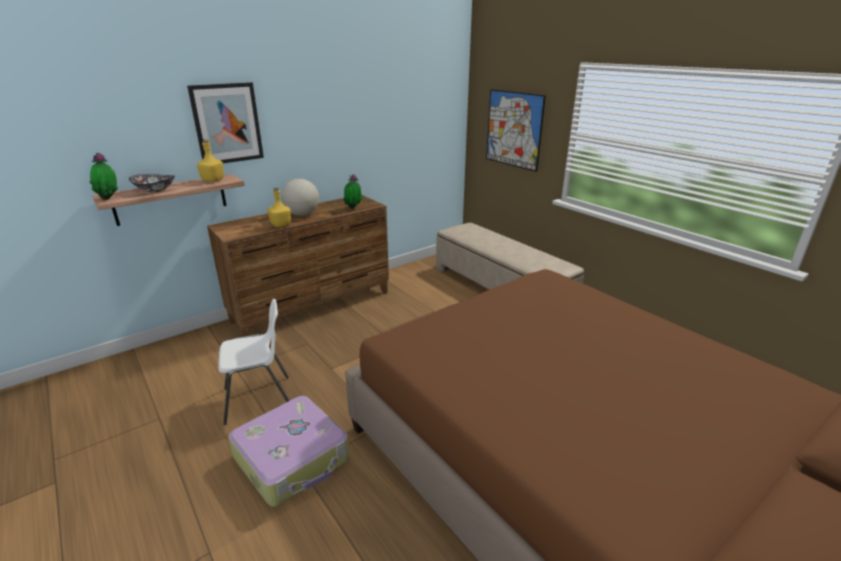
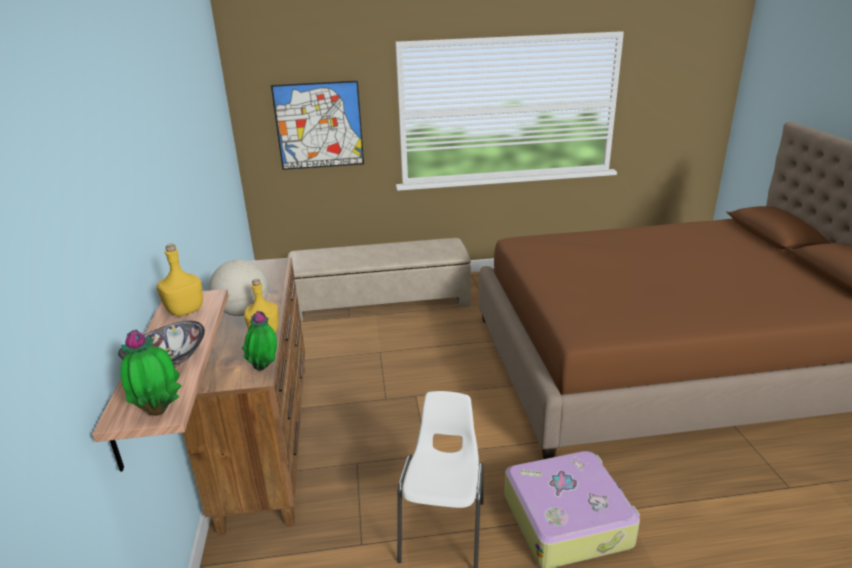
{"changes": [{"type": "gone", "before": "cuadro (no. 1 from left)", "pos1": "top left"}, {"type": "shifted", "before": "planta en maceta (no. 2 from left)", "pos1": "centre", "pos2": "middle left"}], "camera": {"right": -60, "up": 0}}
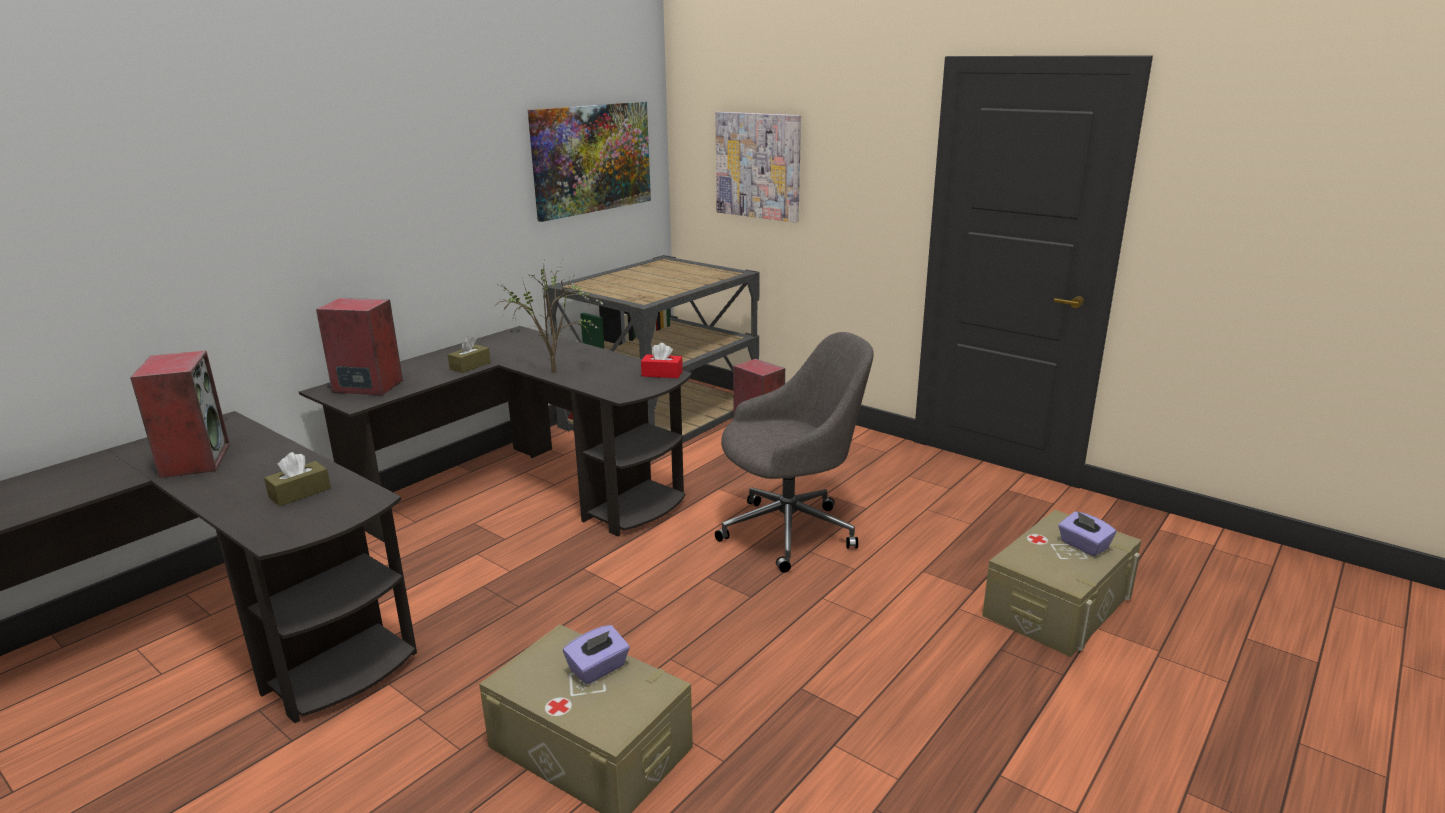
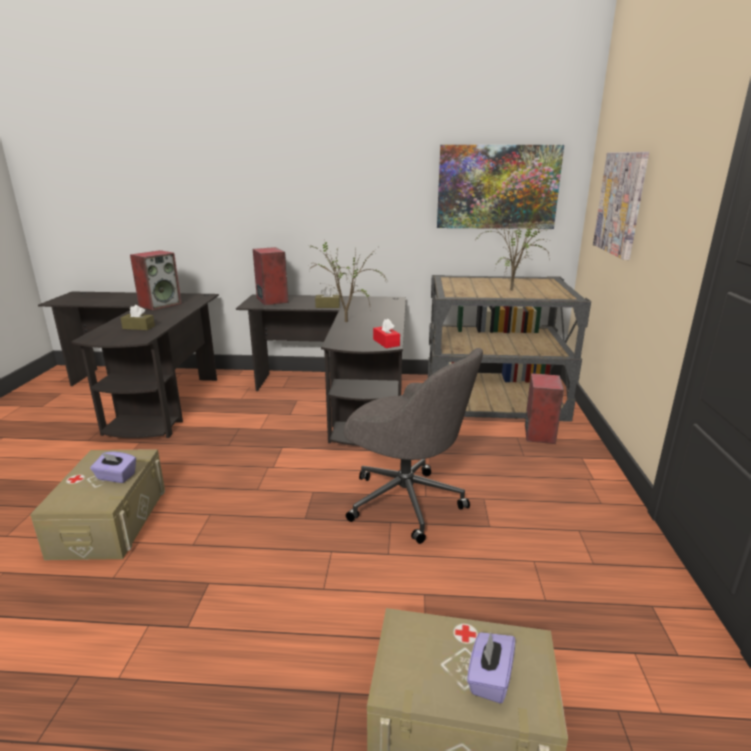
{"changes": [{"type": "new", "after": "planta en maceta (no. 2 from left)", "pos2": "top right"}], "camera": {"right": 55, "up": 0}}
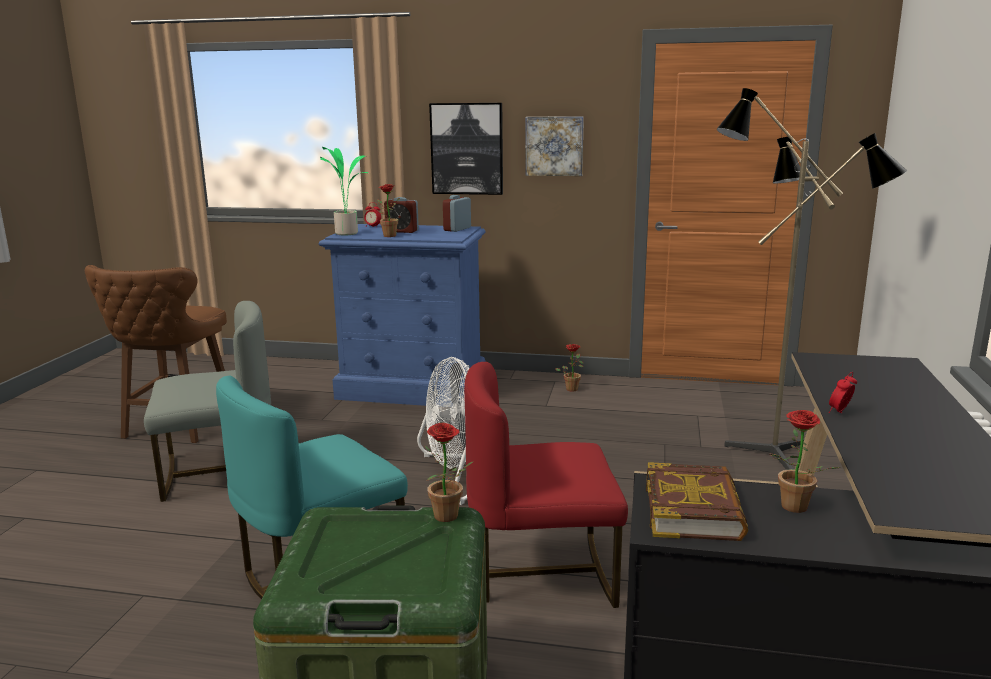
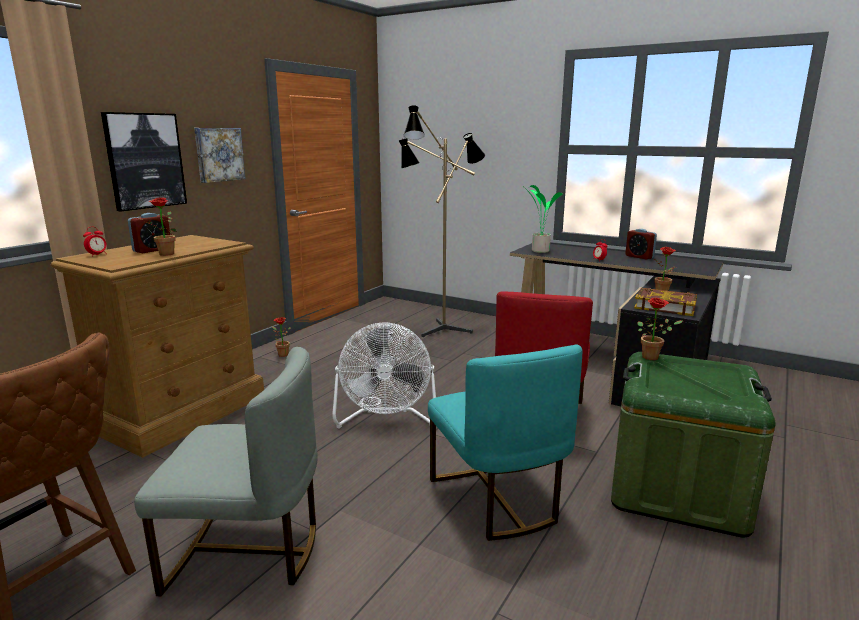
{"changes": [{"type": "shifted", "before": "planta en maceta (no. 1 from left in the first image)", "after": "planta en maceta (no. 3 from left)", "pos1": "top centre", "pos2": "centre"}, {"type": "shifted", "before": "despertador (no. 3 from left in the first image)", "after": "despertador (no. 4 from left)", "pos1": "top centre", "pos2": "middle right"}, {"type": "repainted", "before": "cómoda/azul", "after": "cómoda/marrón", "pos1": "centre", "pos2": "middle left"}, {"type": "rotated", "before": "silla/gris", "pos1": "middle left", "pos2": "bottom left", "turn": 90}], "camera": {"right": -70, "up": 0}}
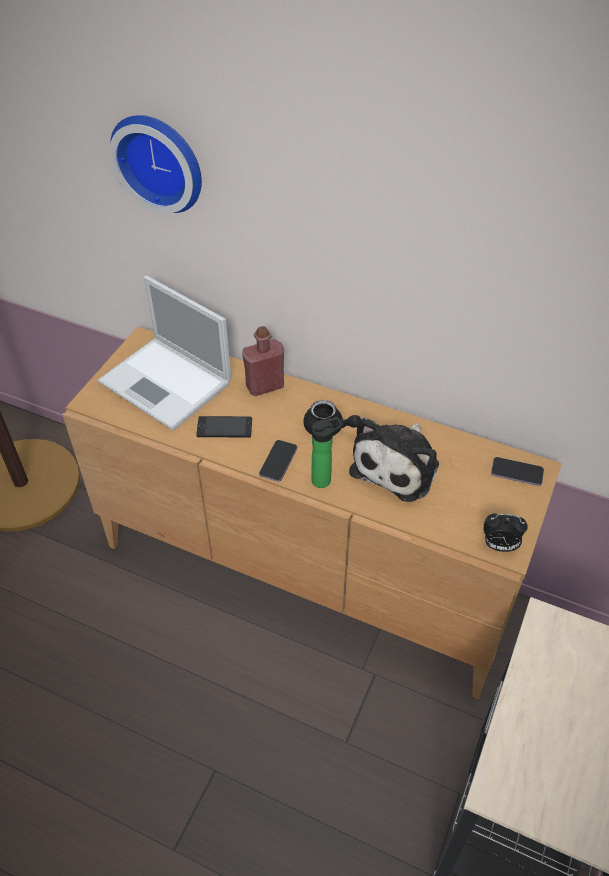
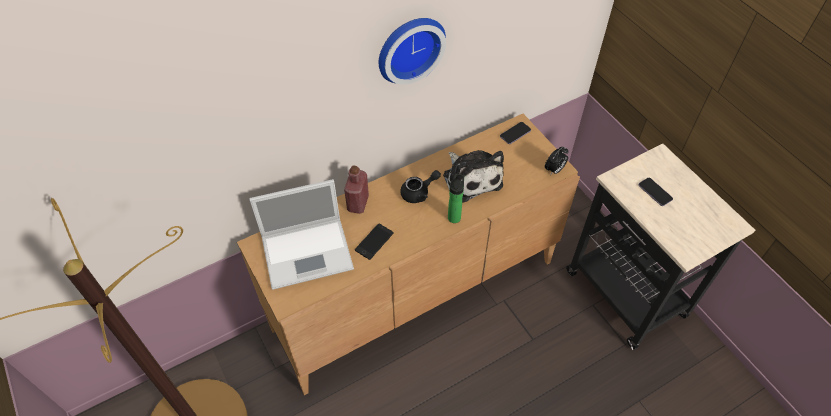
{"changes": [{"type": "shifted", "before": "reloj de pared", "pos1": "top left", "pos2": "top centre"}, {"type": "shifted", "before": "móvil (no. 2 from left in the first image)", "after": "móvil (no. 3 from left)", "pos1": "centre", "pos2": "middle right"}], "camera": {"right": -55, "up": 5}}
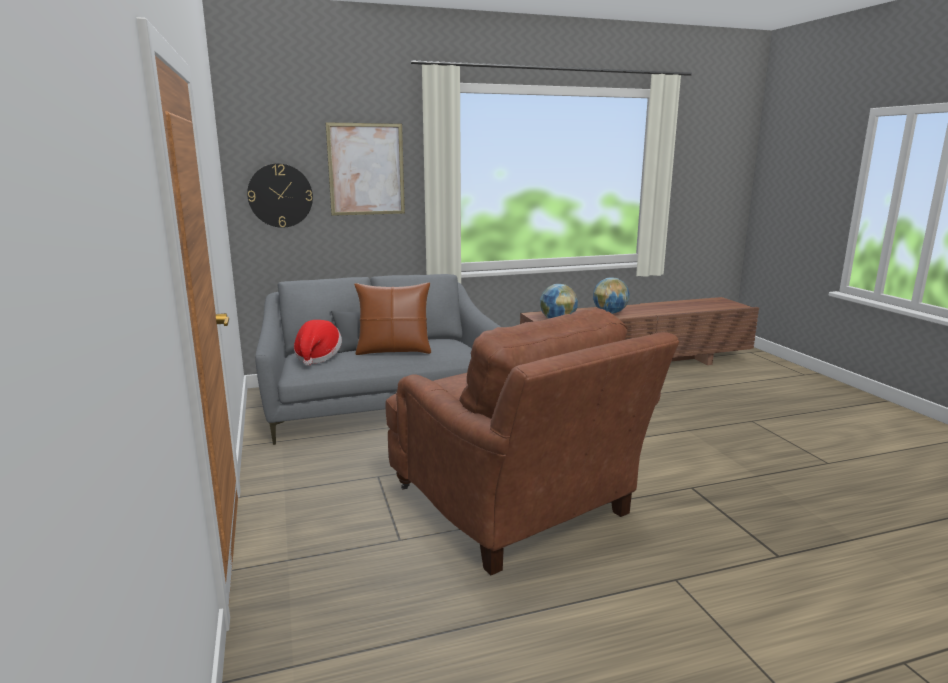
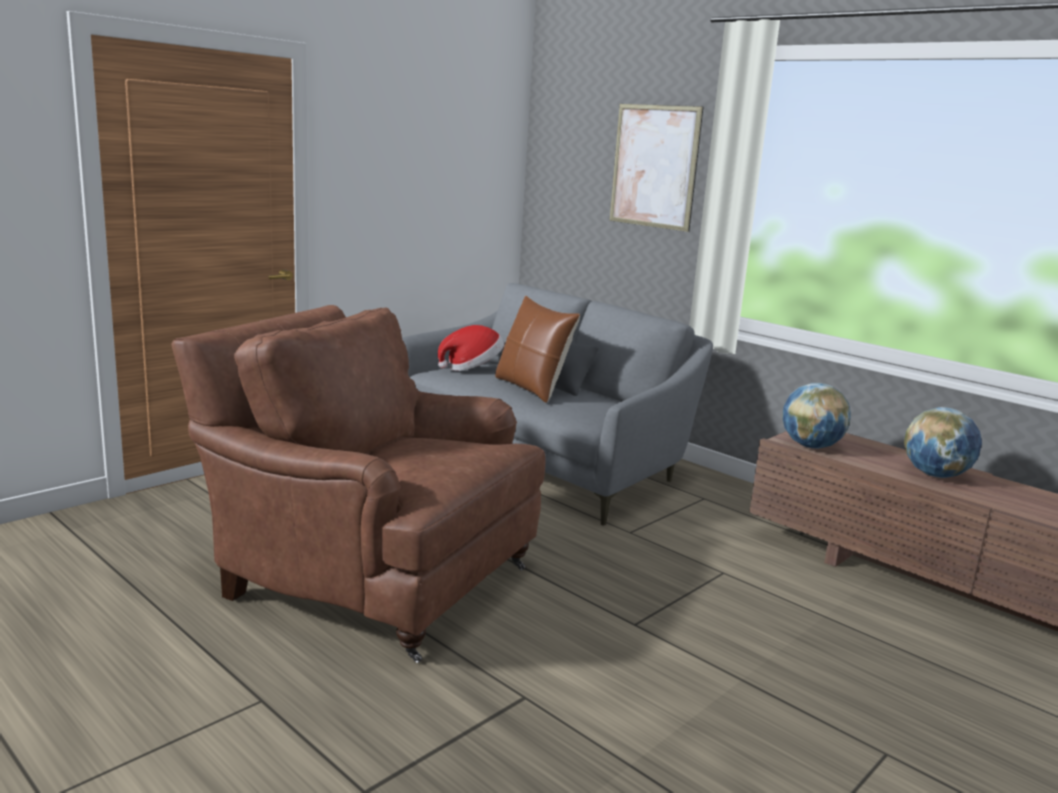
{"changes": [{"type": "gone", "before": "reloj de pared", "pos1": "top left"}, {"type": "rotated", "before": "sillón/marrón", "pos1": "centre", "pos2": "centre", "turn": 90}], "camera": {"right": 60, "up": 0}}
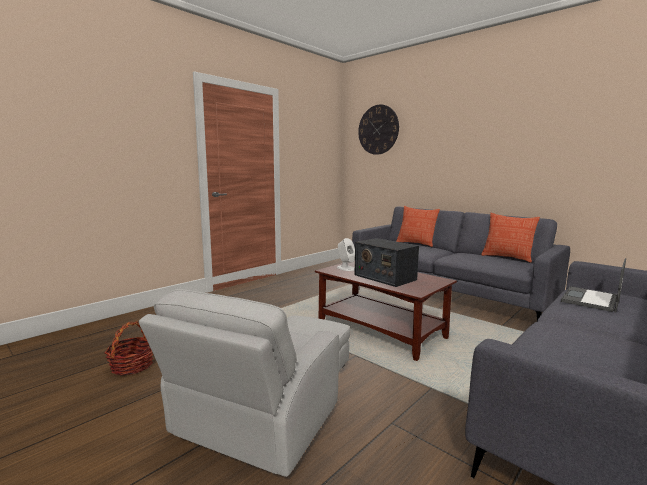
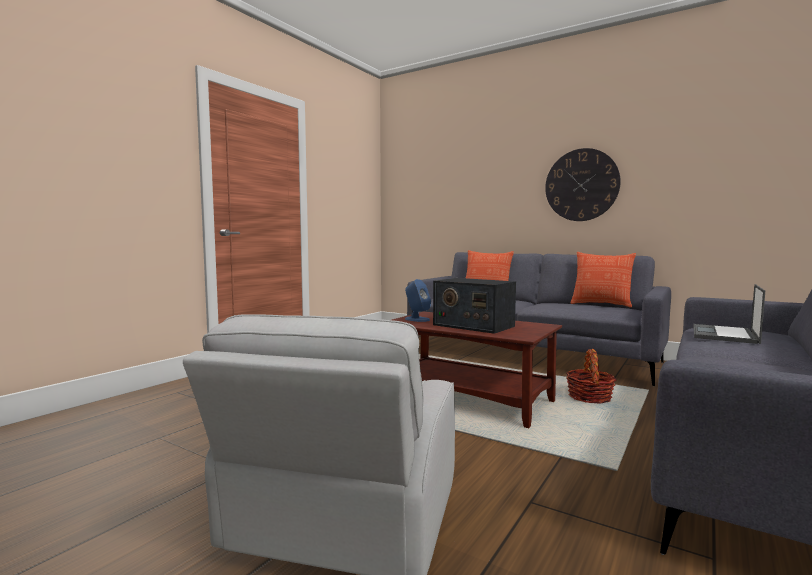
{"changes": [{"type": "shifted", "before": "reloj de pared", "pos1": "top centre", "pos2": "top right"}, {"type": "repainted", "before": "altavoz/blanco", "after": "altavoz/azul", "pos1": "centre", "pos2": "centre"}, {"type": "shifted", "before": "cesta", "pos1": "bottom left", "pos2": "middle right"}], "camera": {"right": -10, "up": -5}}
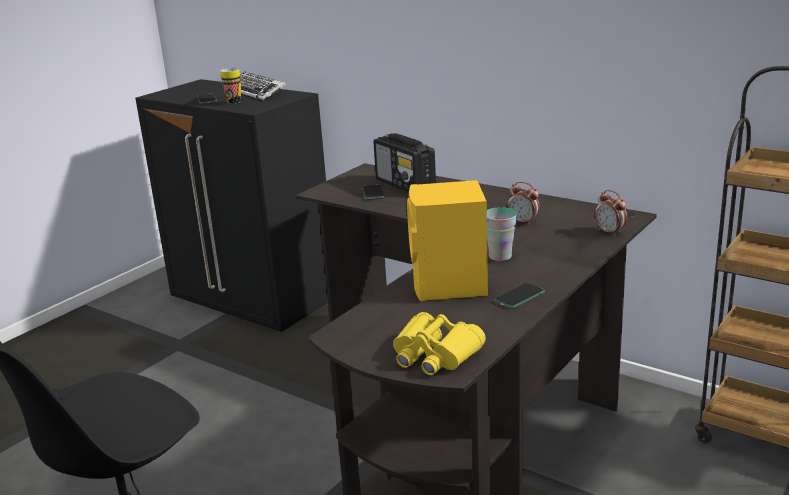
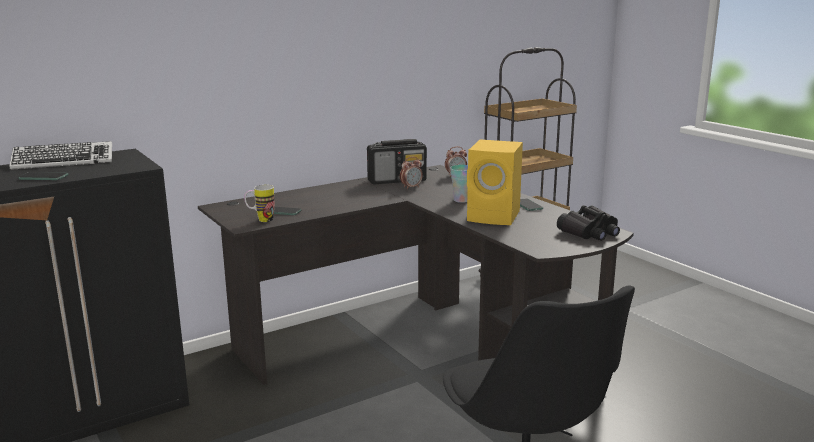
{"changes": [{"type": "shifted", "before": "taza grande", "pos1": "top left", "pos2": "middle left"}, {"type": "shifted", "before": "radio", "pos1": "top centre", "pos2": "centre"}, {"type": "repainted", "before": "prismáticos/amarillo", "after": "prismáticos/negro", "pos1": "bottom centre", "pos2": "middle right"}], "camera": {"right": -70, "up": -5}}
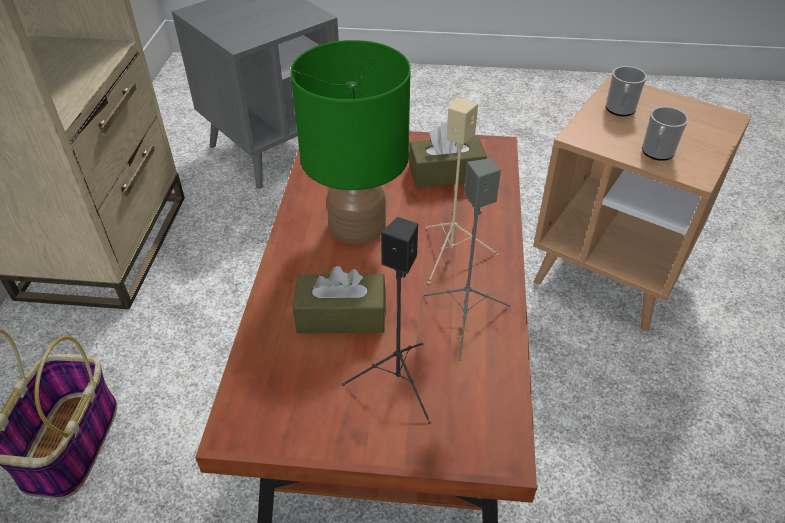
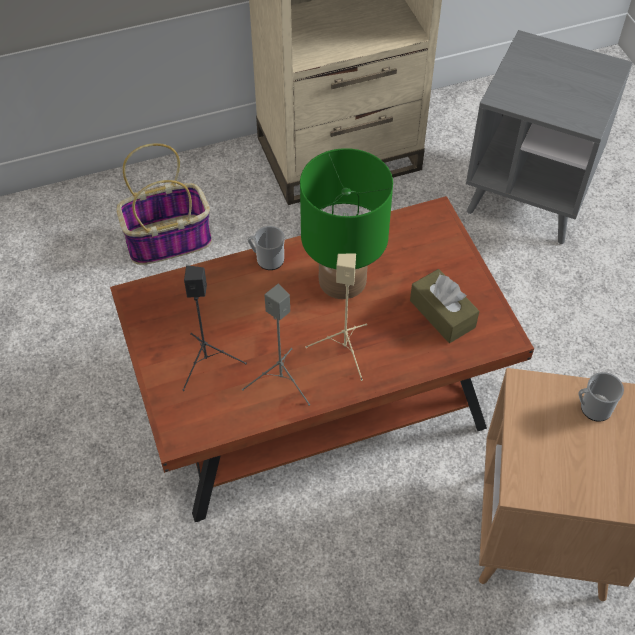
{"changes": [{"type": "shifted", "before": "taza grande (no. 2 from left in the first image)", "after": "taza grande (no. 1 from left)", "pos1": "top right", "pos2": "centre"}, {"type": "gone", "before": "caja de pañuelos/marrón (no. 1 from left)", "pos1": "centre"}], "camera": {"right": 65, "up": 10}}
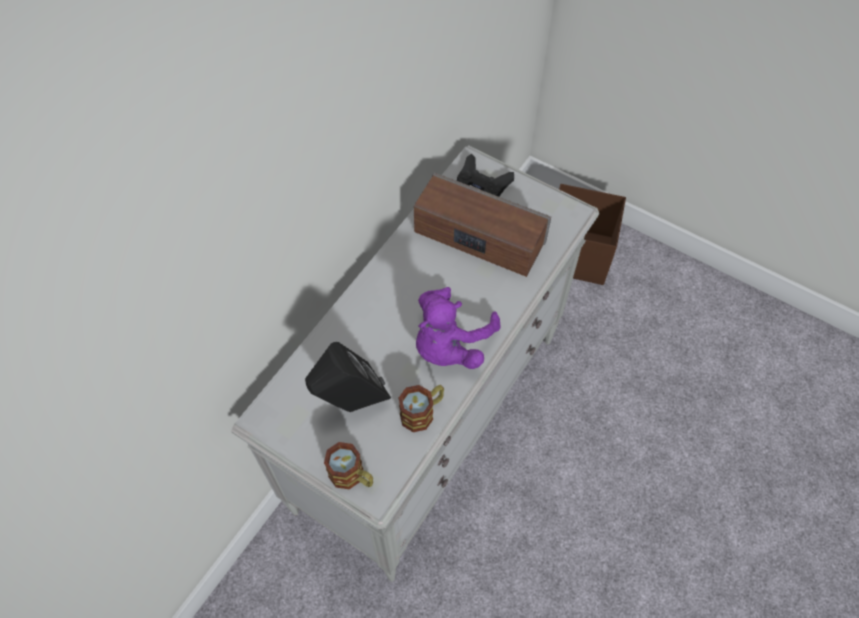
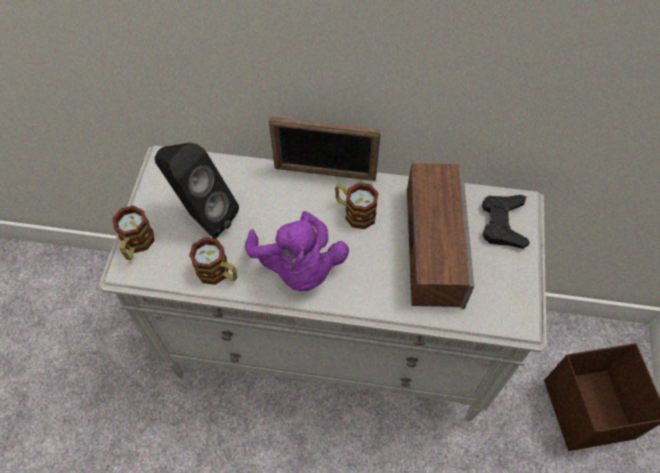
{"changes": [{"type": "rotated", "before": "peluche/morado", "pos1": "centre", "pos2": "centre", "turn": -120}, {"type": "new", "after": "portarretratos", "pos2": "top centre"}, {"type": "new", "after": "taza grande (no. 3 from left)", "pos2": "centre"}], "camera": {"right": 65, "up": 0}}
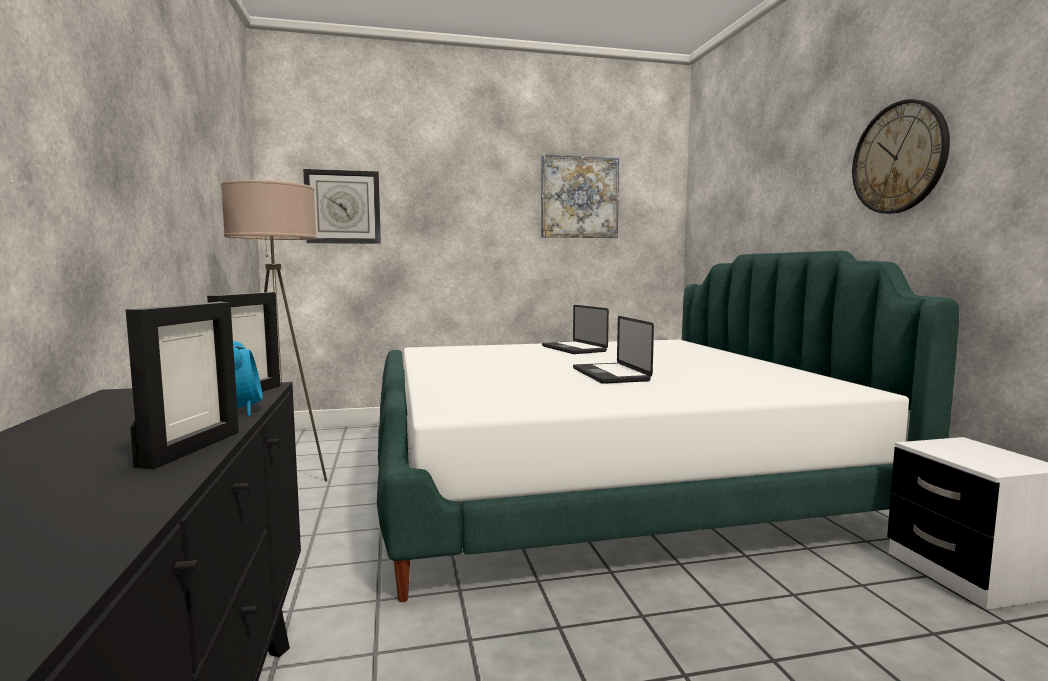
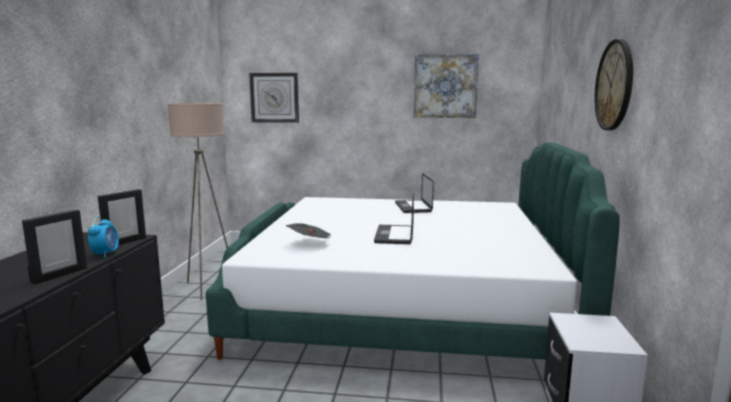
{"changes": [{"type": "new", "after": "periódico", "pos2": "centre"}], "camera": {"right": 20, "up": 5}}
